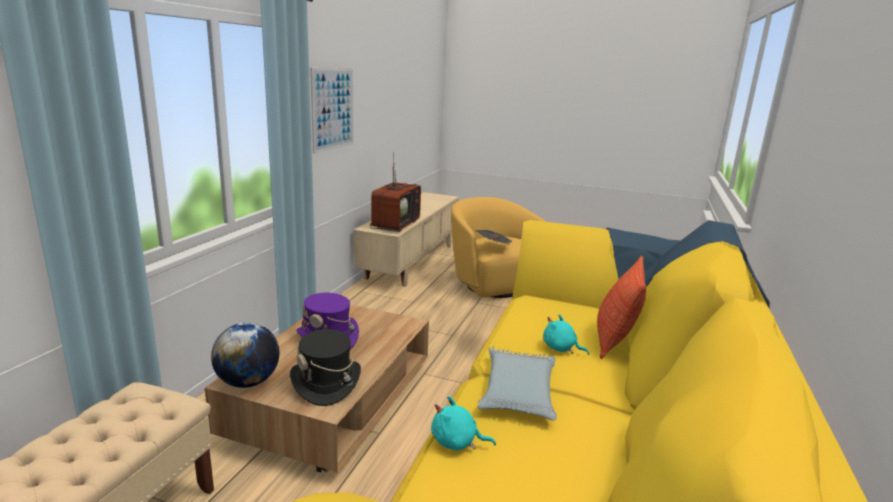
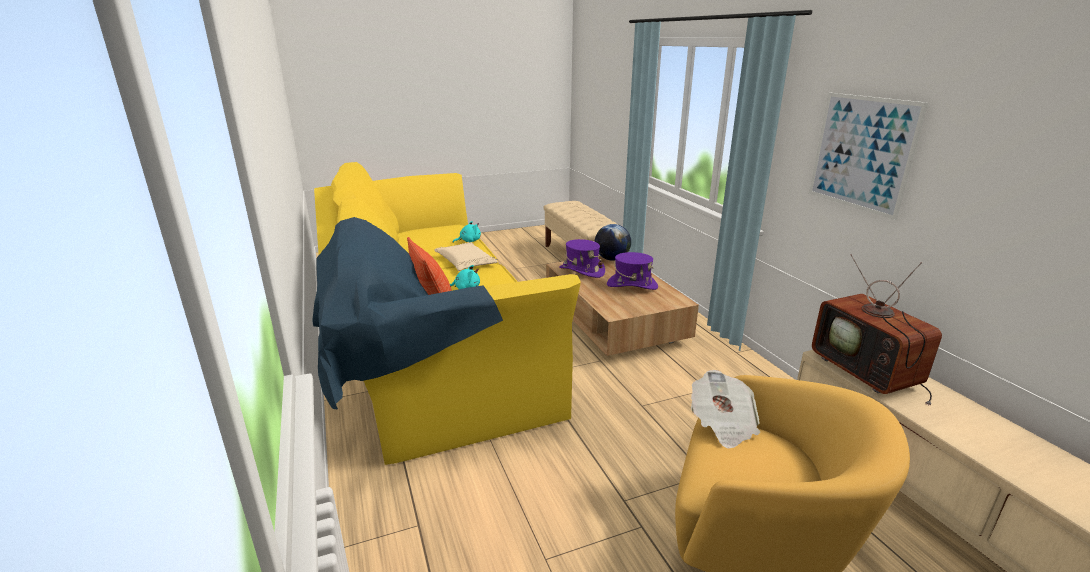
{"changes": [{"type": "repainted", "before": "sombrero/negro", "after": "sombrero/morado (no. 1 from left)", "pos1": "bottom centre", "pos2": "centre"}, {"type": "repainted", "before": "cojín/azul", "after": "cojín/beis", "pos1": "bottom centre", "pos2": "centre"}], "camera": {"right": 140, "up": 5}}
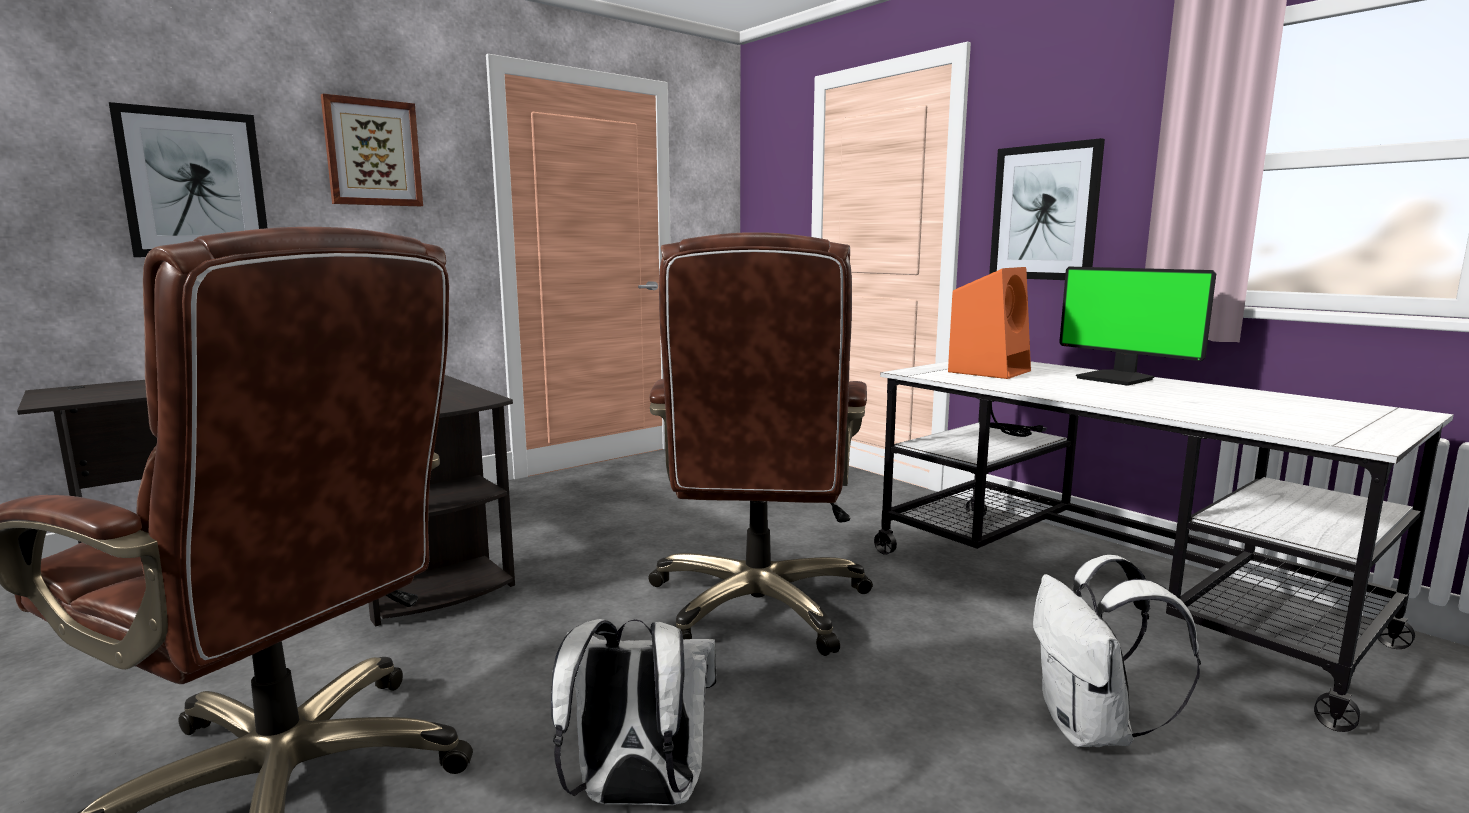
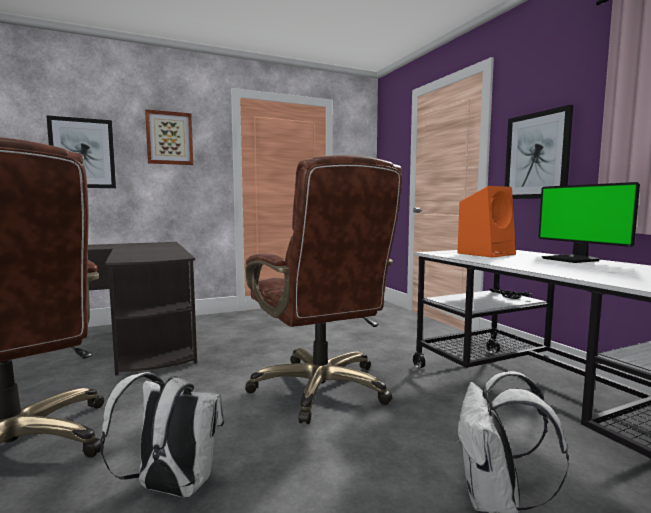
{"changes": [{"type": "rotated", "before": "silla de oficina/marrón (no. 2 from left)", "pos1": "centre", "pos2": "centre", "turn": -45}], "camera": {"right": 15, "up": -5}}
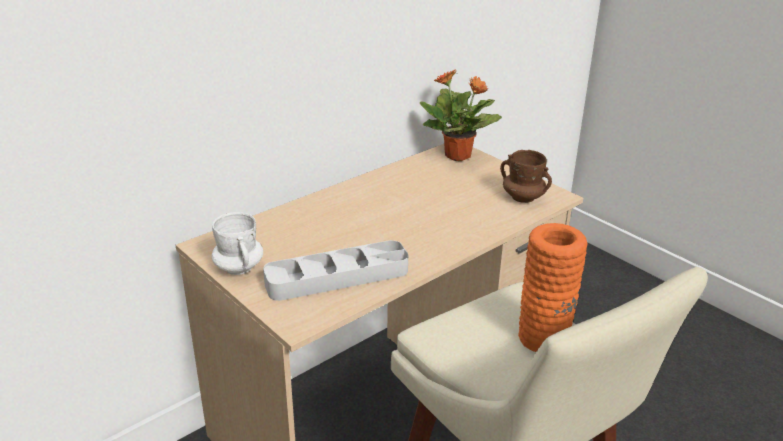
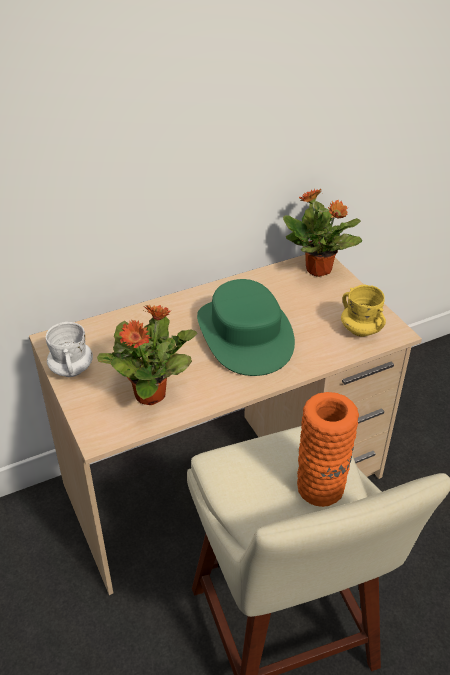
{"changes": [{"type": "repainted", "before": "taza grande/marrón", "after": "taza grande/amarillo", "pos1": "middle right", "pos2": "middle right"}, {"type": "swapped", "before": "bandeja/gris", "after": "planta en maceta (no. 1 from left)", "pos1": "centre", "pos2": "middle left"}, {"type": "new", "after": "sombrero/verde", "pos2": "centre"}], "camera": {"right": 15, "up": 10}}
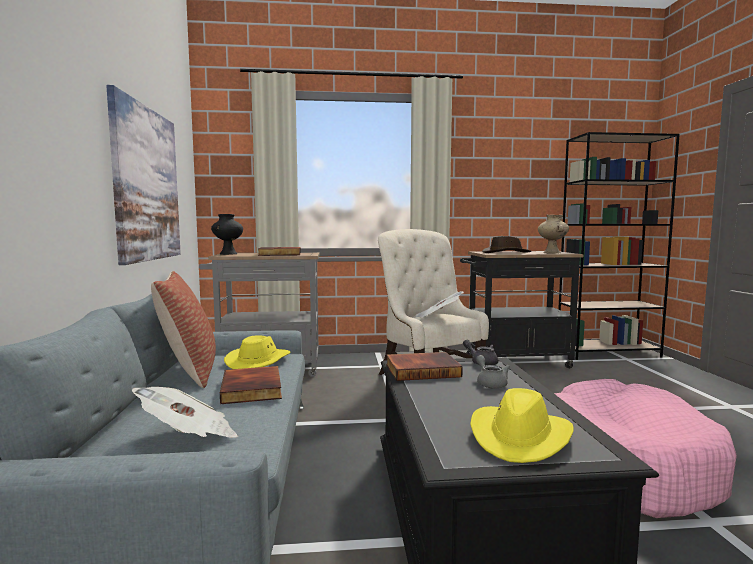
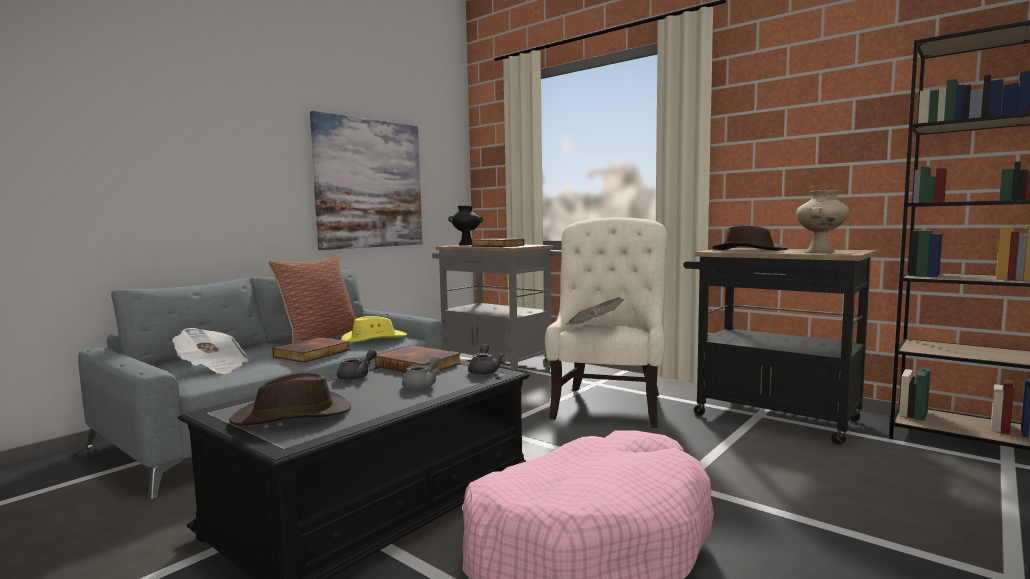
{"changes": [{"type": "repainted", "before": "sombrero/amarillo (no. 2 from left)", "after": "sombrero/marrón (no. 1 from left)", "pos1": "bottom right", "pos2": "bottom left"}, {"type": "new", "after": "tetera/gris (no. 1 from left)", "pos2": "centre"}], "camera": {"right": 45, "up": 0}}
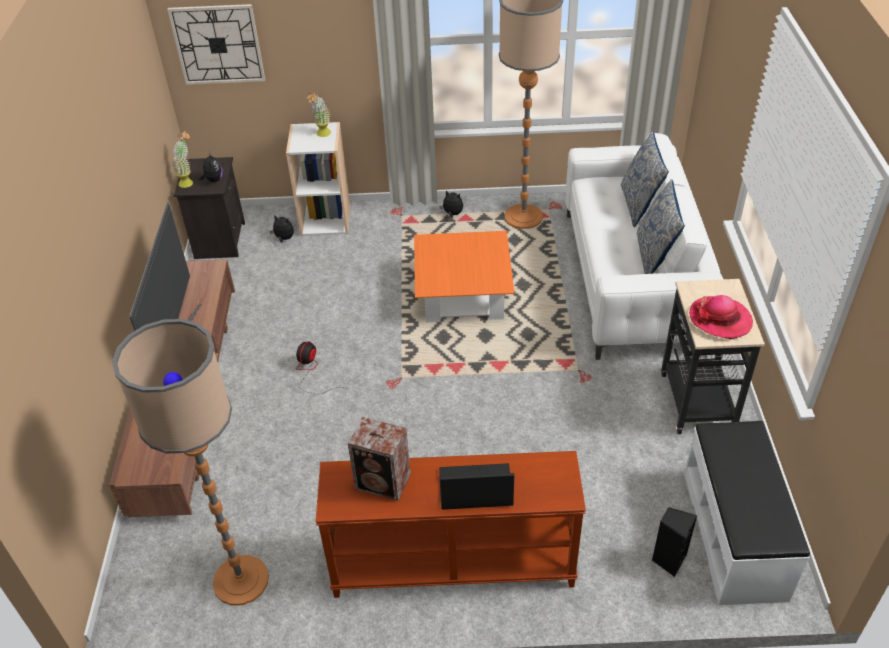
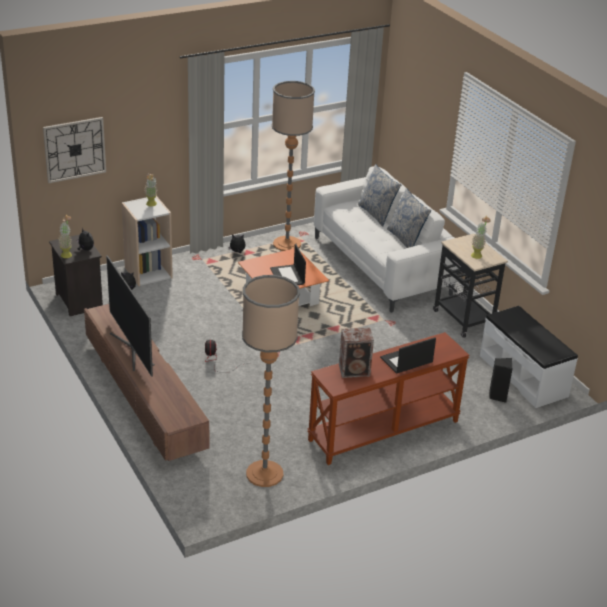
{"changes": [{"type": "swapped", "before": "sombrero", "after": "planta en maceta (no. 3 from left)", "pos1": "middle right", "pos2": "middle right"}, {"type": "new", "after": "portátil (no. 1 from left)", "pos2": "centre"}], "camera": {"right": -30, "up": -10}}
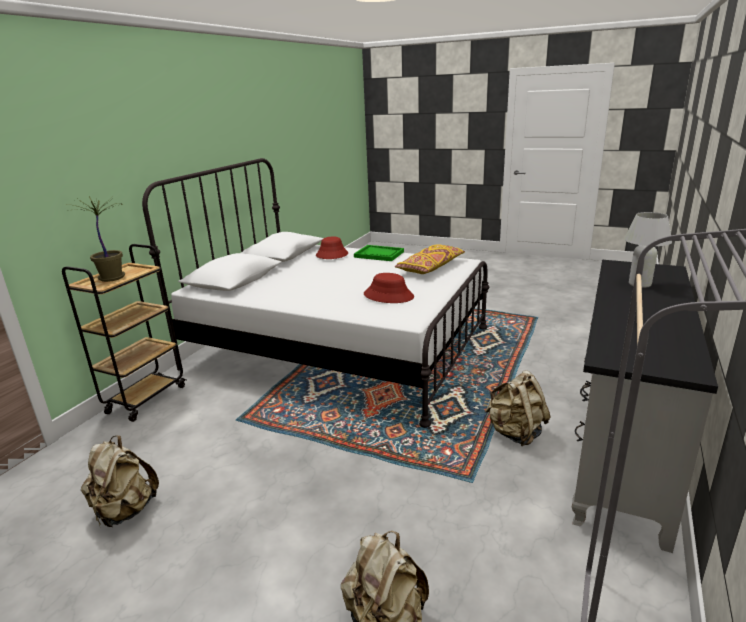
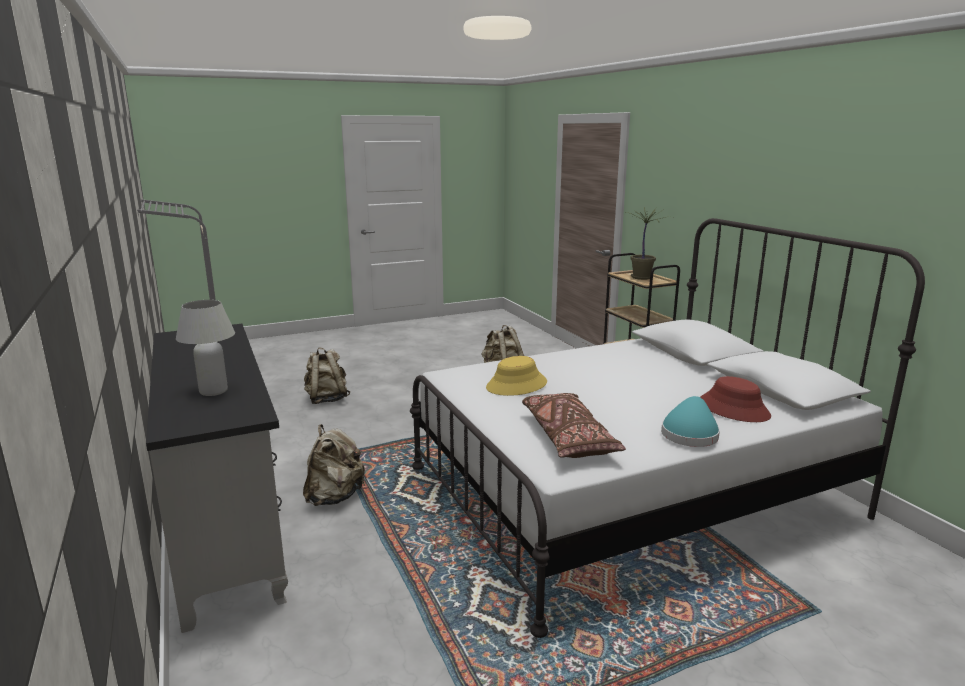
{"changes": [{"type": "repainted", "before": "cojín/amarillo", "after": "cojín/marrón", "pos1": "centre", "pos2": "centre"}, {"type": "swapped", "before": "bandeja/verde", "after": "sombrero/turquesa", "pos1": "centre", "pos2": "middle right"}, {"type": "repainted", "before": "sombrero/rojo (no. 2 from left)", "after": "sombrero/amarillo", "pos1": "centre", "pos2": "centre"}], "camera": {"right": 130, "up": -5}}
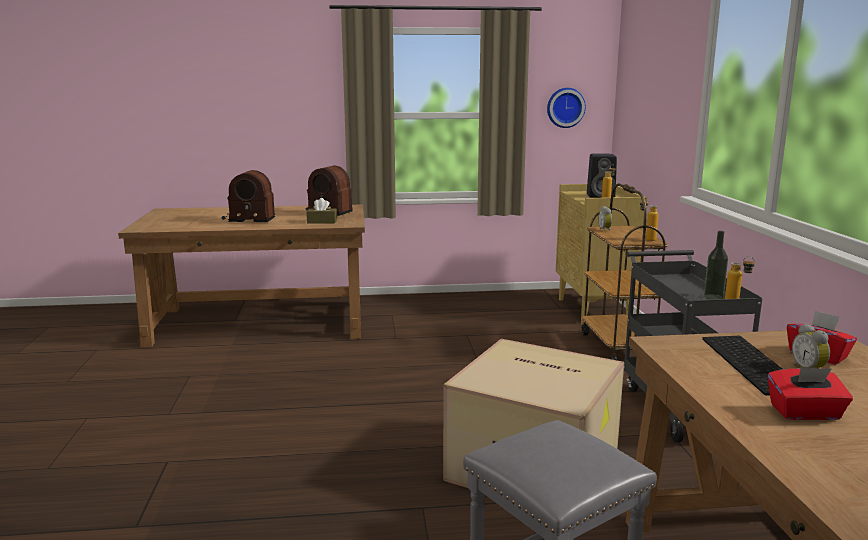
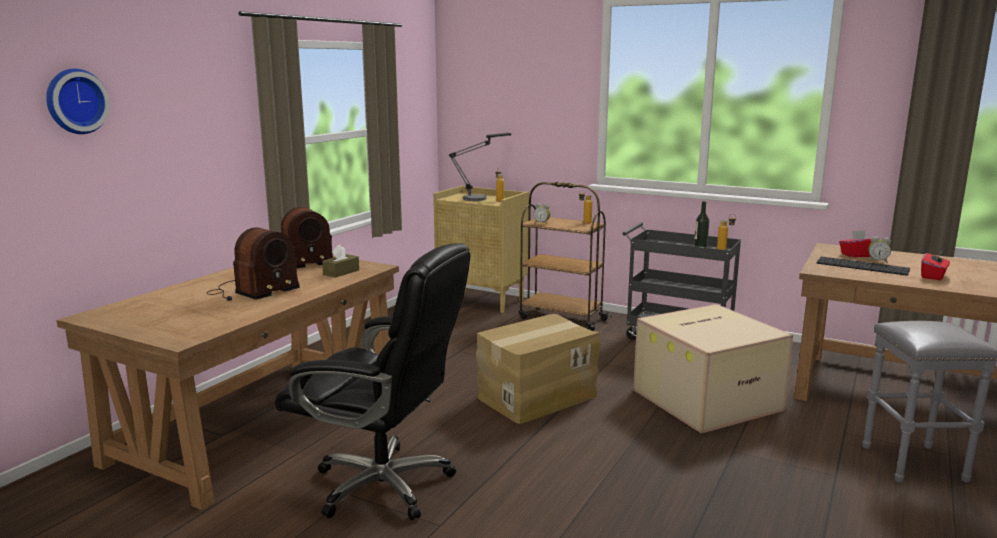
{"changes": [{"type": "shifted", "before": "reloj de pared", "pos1": "top centre", "pos2": "top left"}, {"type": "swapped", "before": "altavoz/negro", "after": "lámpara de mesa", "pos1": "top right", "pos2": "top centre"}, {"type": "new", "after": "silla de oficina/negro", "pos2": "bottom centre"}, {"type": "new", "after": "caja de cartón (no. 1 from left)", "pos2": "bottom centre"}], "camera": {"right": -55, "up": 0}}
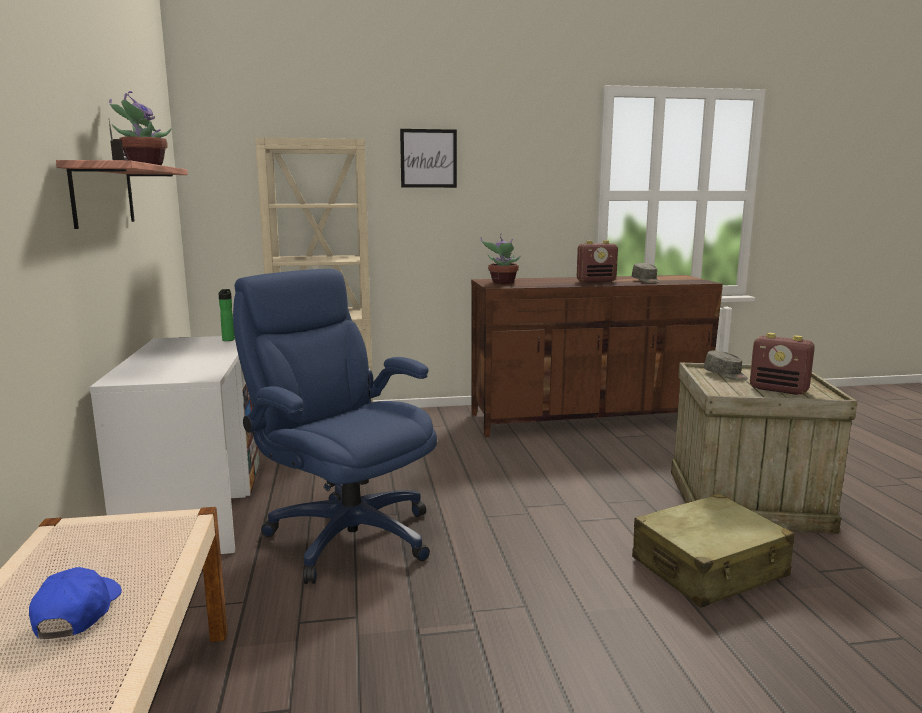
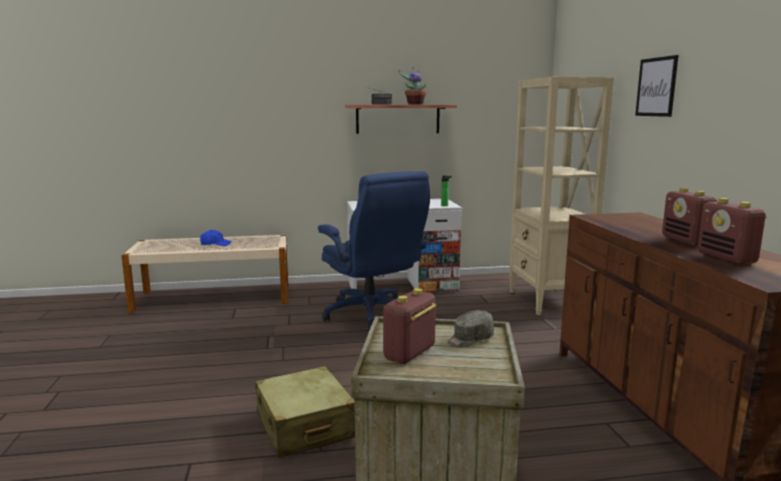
{"changes": [{"type": "gone", "before": "planta en maceta (no. 2 from left)", "pos1": "centre"}, {"type": "swapped", "before": "gorra/gris (no. 1 from left)", "after": "radio (no. 4 from left)", "pos1": "middle right", "pos2": "middle right"}, {"type": "rotated", "before": "silla de oficina/azul", "pos1": "centre", "pos2": "centre", "turn": 105}], "camera": {"right": 90, "up": 0}}
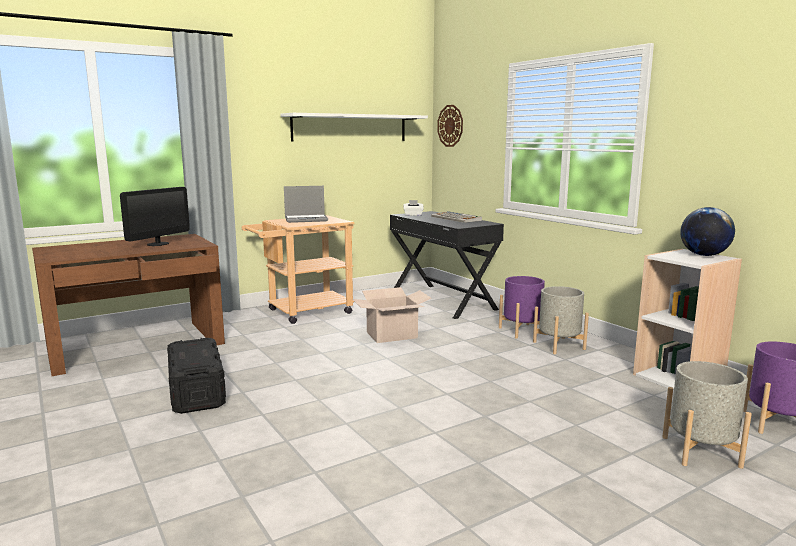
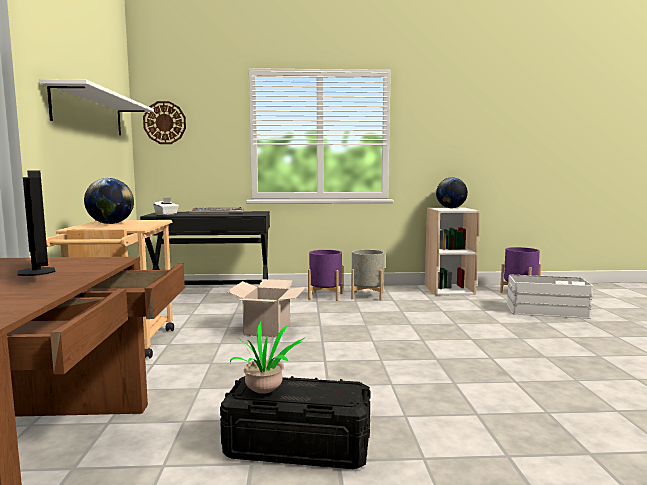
{"changes": [{"type": "swapped", "before": "portátil", "after": "globo terráqueo (no. 1 from left)", "pos1": "centre", "pos2": "middle left"}, {"type": "swapped", "before": "maceta/gris (no. 2 from left)", "after": "caja de almacenaje/blanco", "pos1": "bottom right", "pos2": "middle right"}, {"type": "new", "after": "planta en maceta", "pos2": "bottom centre"}], "camera": {"right": -60, "up": -5}}
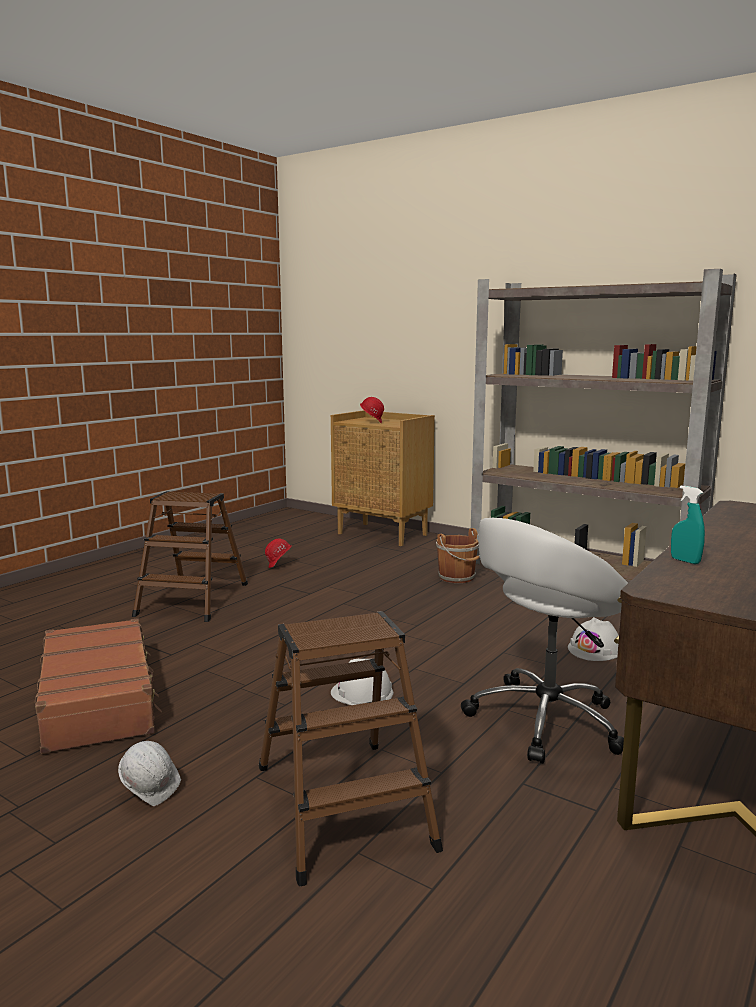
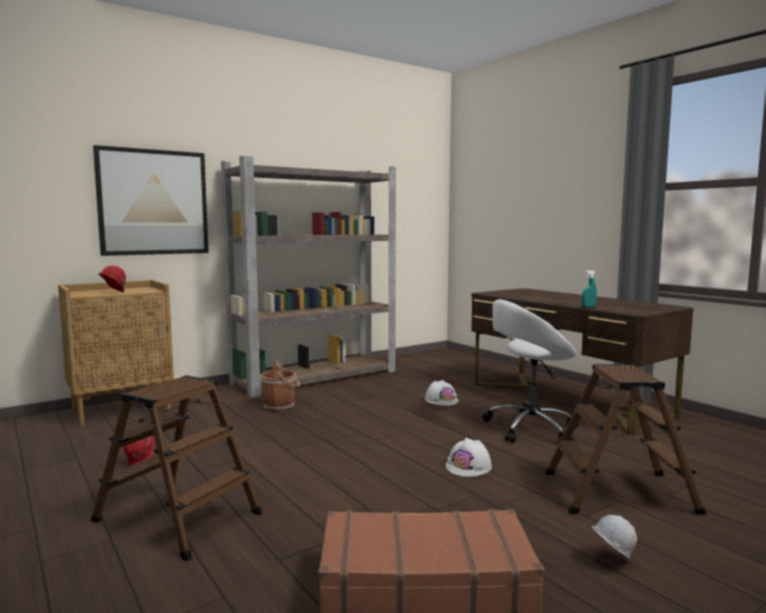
{"changes": [{"type": "rotated", "before": "silla de oficina/blanco", "pos1": "middle right", "pos2": "middle right", "turn": 90}, {"type": "new", "after": "cuadro", "pos2": "top left"}], "camera": {"right": -70, "up": -5}}
